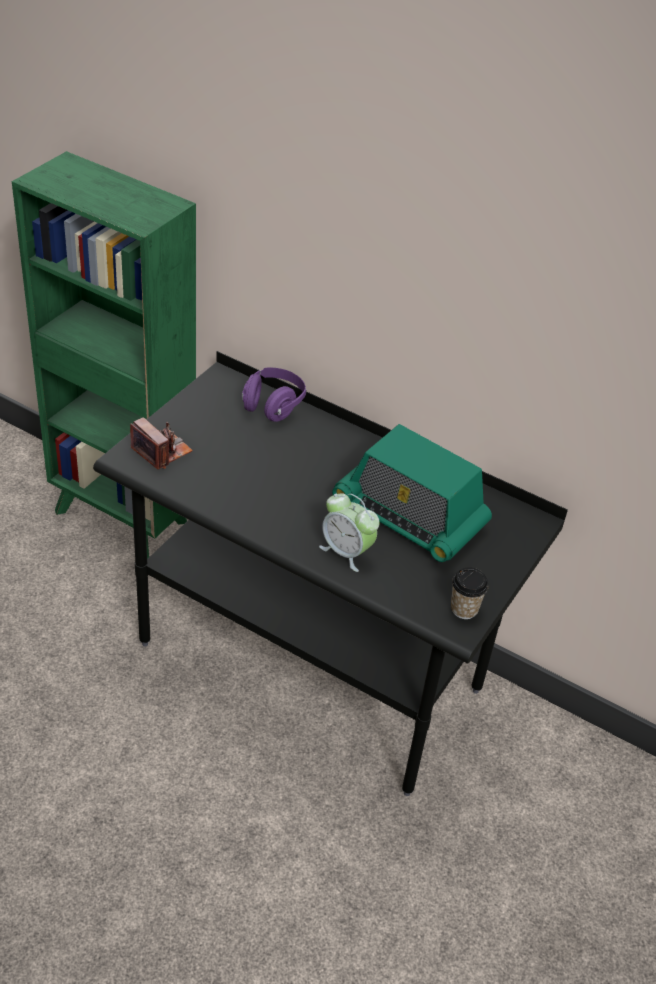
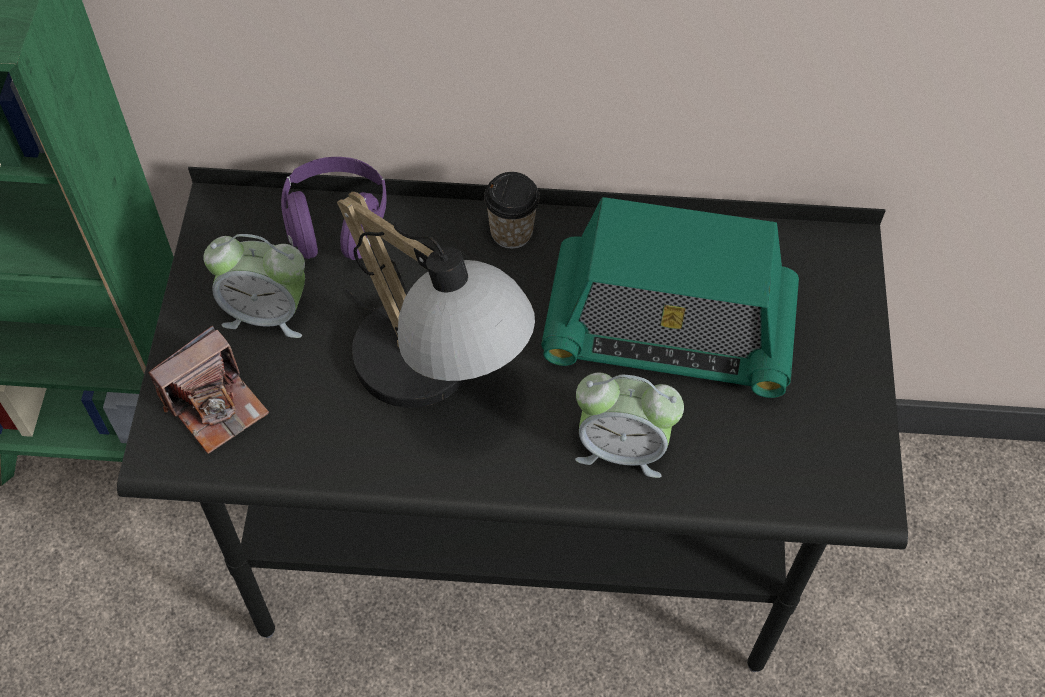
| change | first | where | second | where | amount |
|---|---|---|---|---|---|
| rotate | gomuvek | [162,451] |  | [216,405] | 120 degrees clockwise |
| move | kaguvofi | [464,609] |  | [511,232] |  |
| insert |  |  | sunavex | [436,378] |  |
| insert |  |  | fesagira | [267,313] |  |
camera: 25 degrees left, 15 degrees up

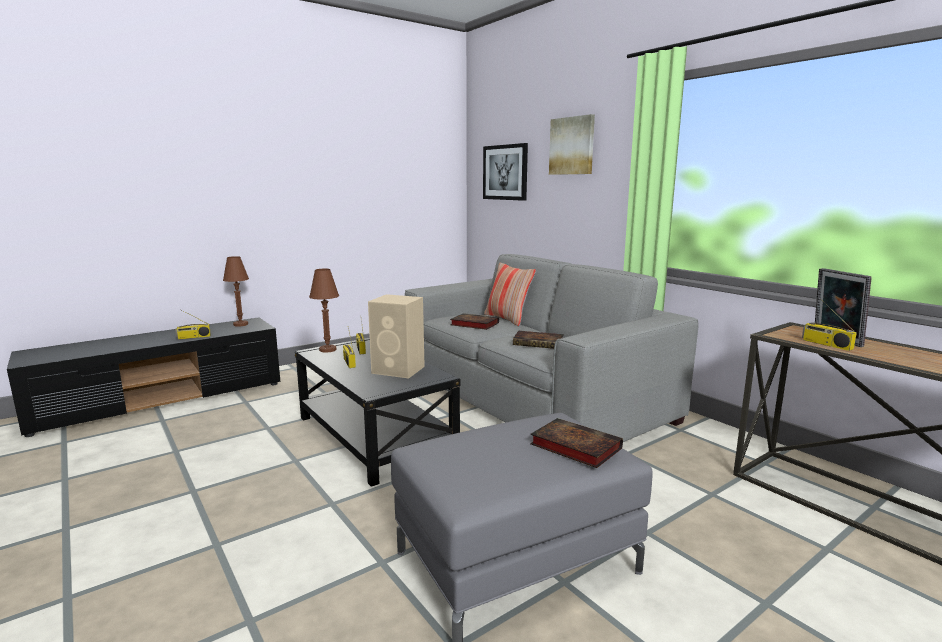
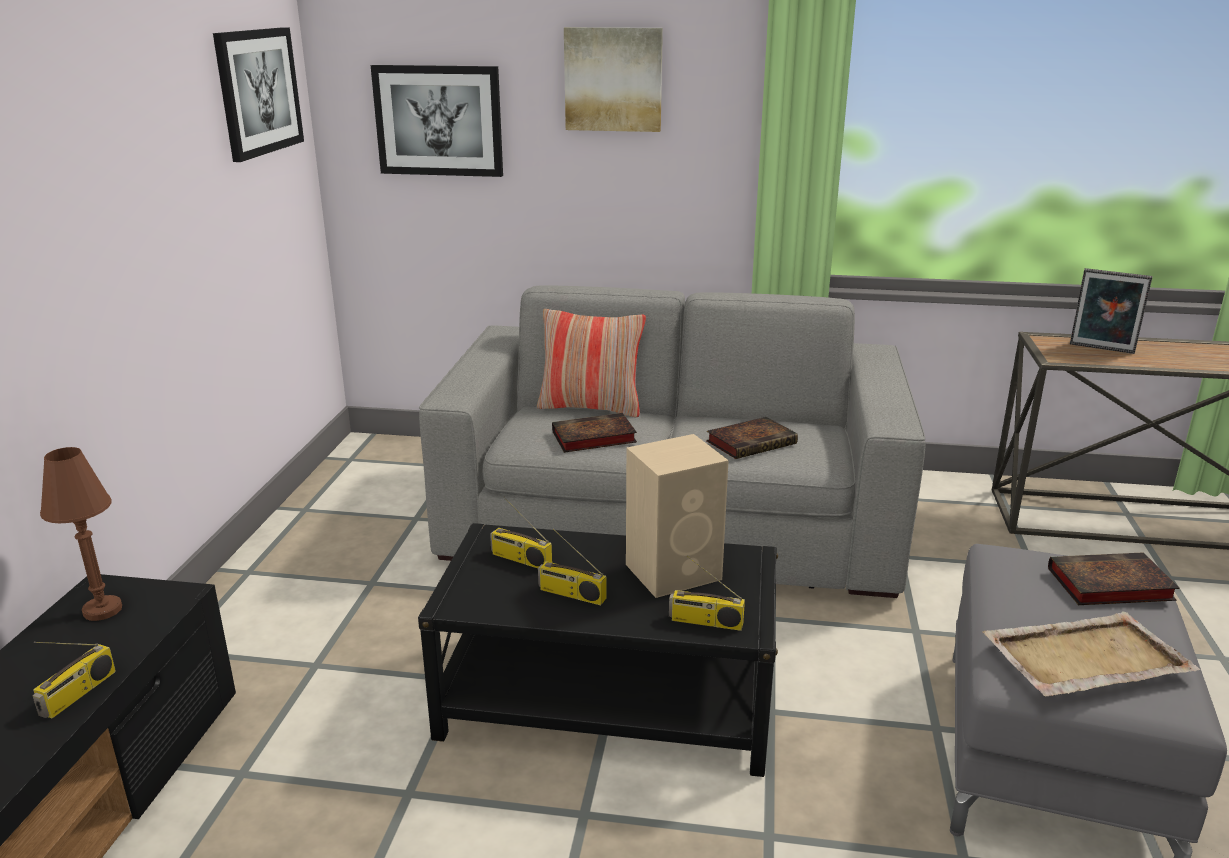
| change | first | where | second | where | amount |
|---|---|---|---|---|---|
| delete | brown_sunavex | [327,350] |  |  |  |
| move | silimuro | [826,344] |  | [705,622] |  |
| insert |  |  | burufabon | [258,92] |  |
| insert |  |  | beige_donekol | [1084,658] |  |
camera: 45 degrees left, 10 degrees up

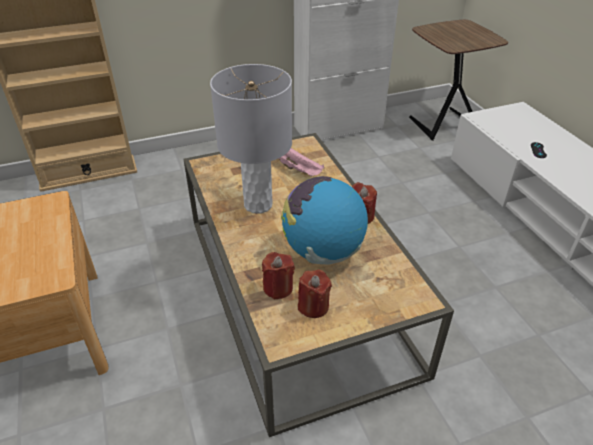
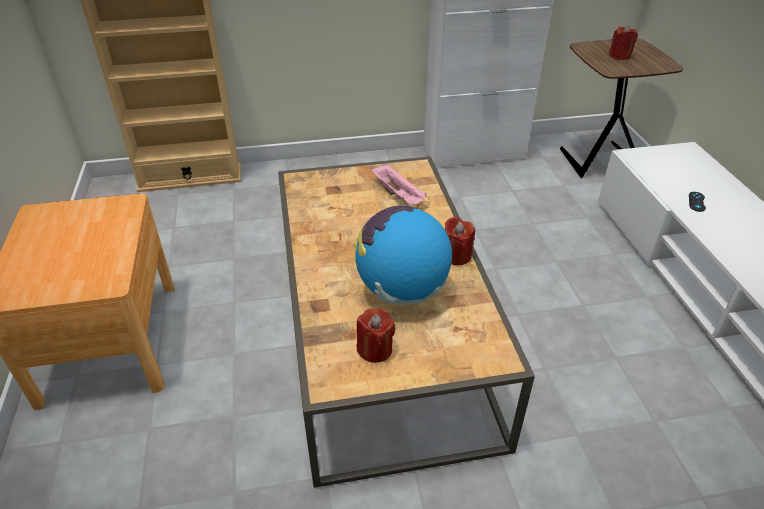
| change | first | where | second | where | amount |
|---|---|---|---|---|---|
| delete | grey_sunavex | [257,205] |  |  |  |
| move | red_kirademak | [278,288] |  | [619,56] |  |
camera: 10 degrees right, 0 degrees up

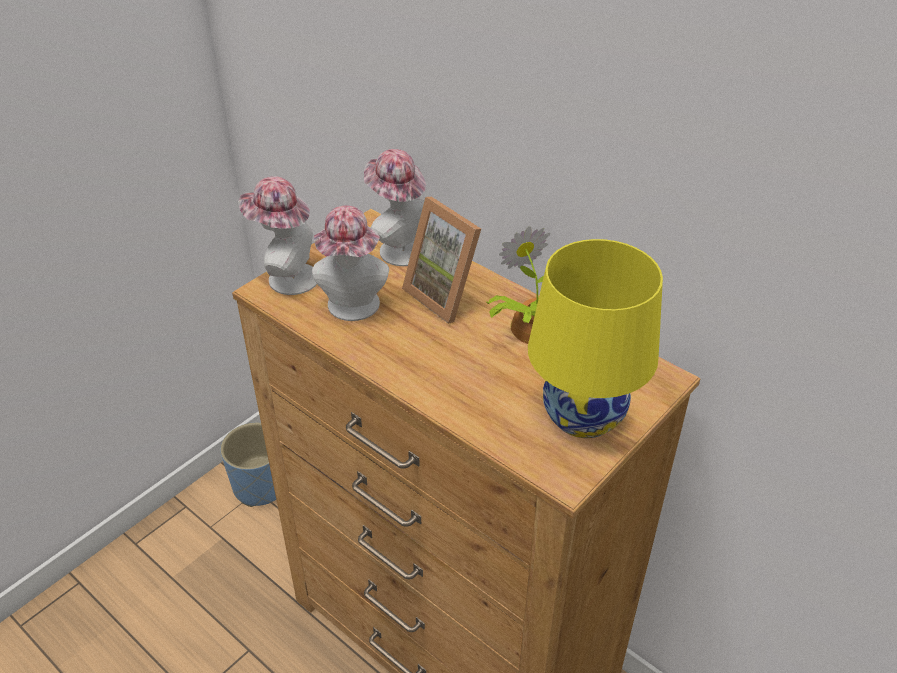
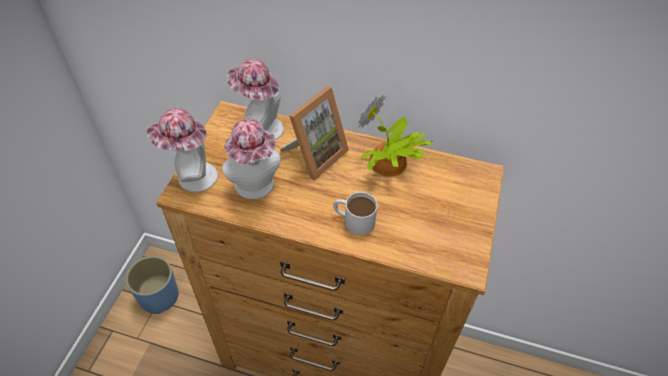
| change | first | where | second | where | amount |
|---|---|---|---|---|---|
| rotate | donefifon | [447,294] |  | [315,155] | 75 degrees counterclockwise |
| delete | yellow_sunavex | [583,414] |  |  |  |
| insert |  |  | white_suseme | [353,220] |  |
camera: 25 degrees left, 10 degrees up

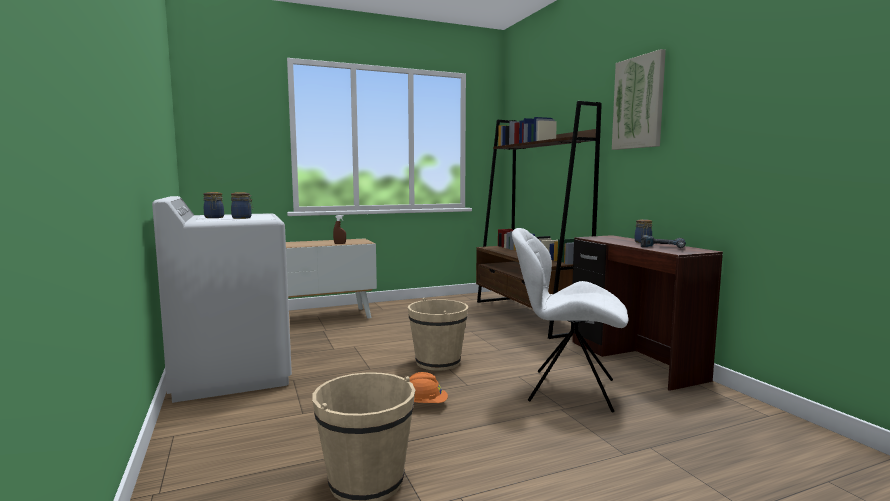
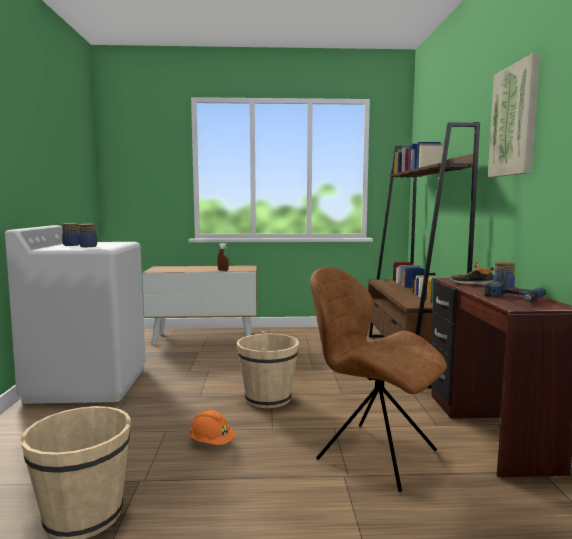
| change | first | where | second | where | amount |
|---|---|---|---|---|---|
| recolor | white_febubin | [567,389] | brown_febubin | [373,453] |  |
| insert |  |  | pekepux | [472,284] |  |
camera: 20 degrees right, 0 degrees up

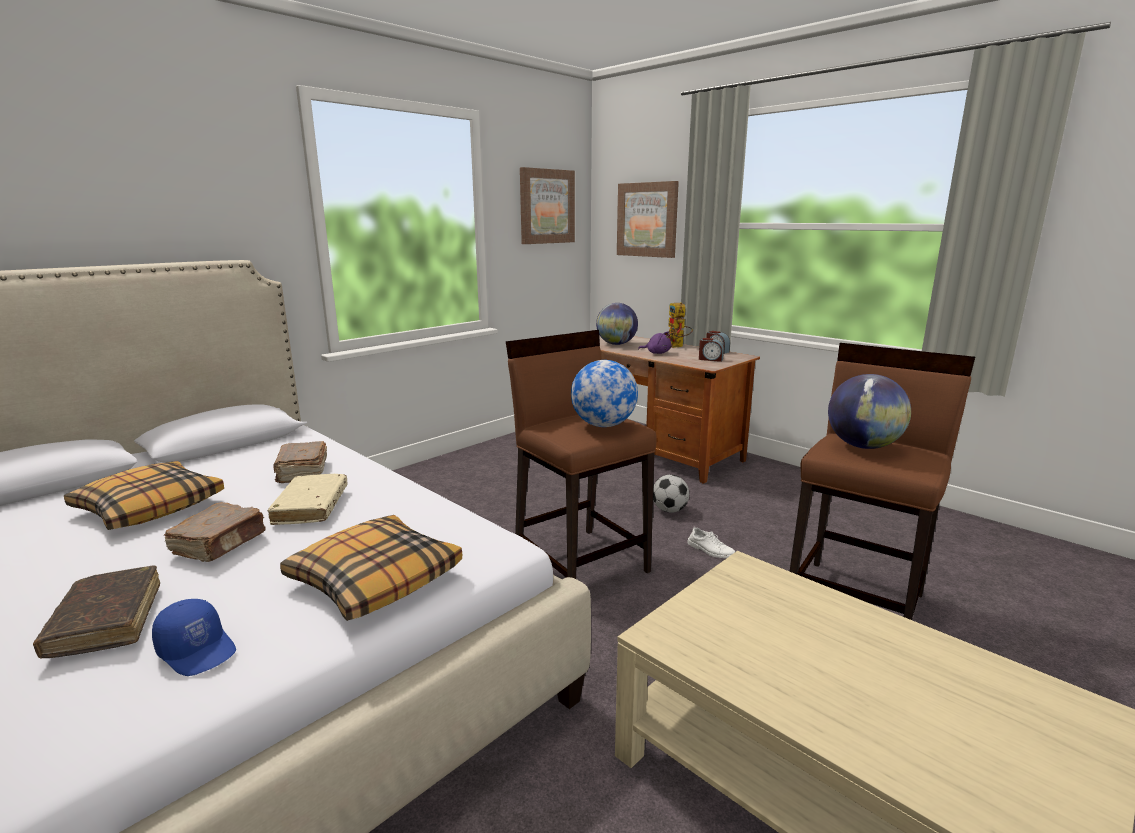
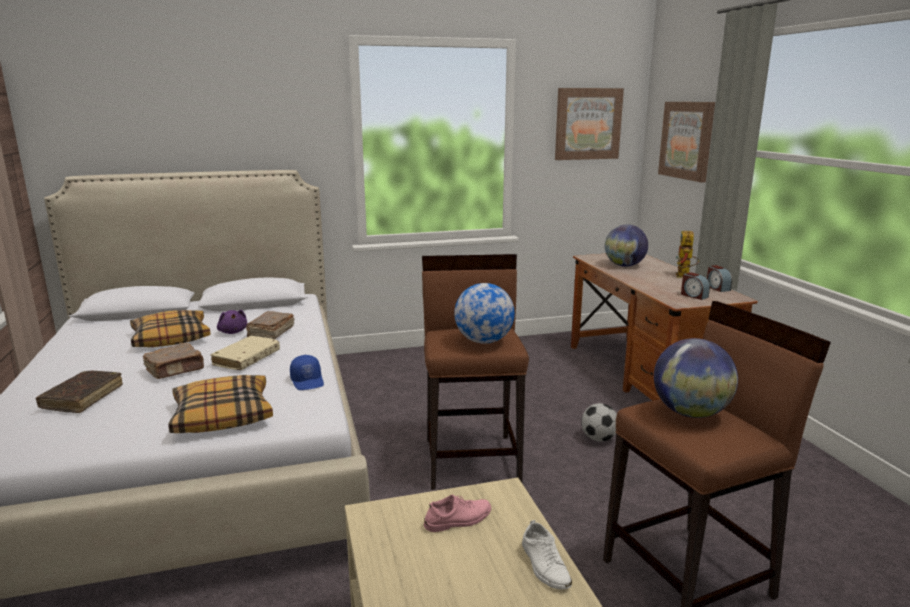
| change | first | where | second | where | amount |
|---|---|---|---|---|---|
| move | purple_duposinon | [657,353] |  | [233,332] |  |
| move | white_pekepux | [710,550] |  | [545,565] |  |
| move | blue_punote | [198,650] |  | [308,381] |  |
| insert |  |  | pink_pekepux | [458,520] |  |
camera: 30 degrees right, 0 degrees up

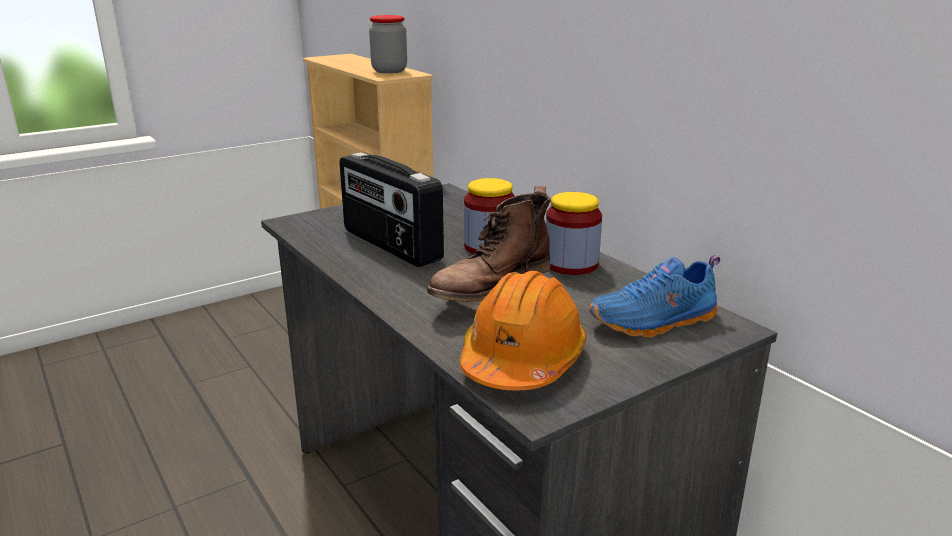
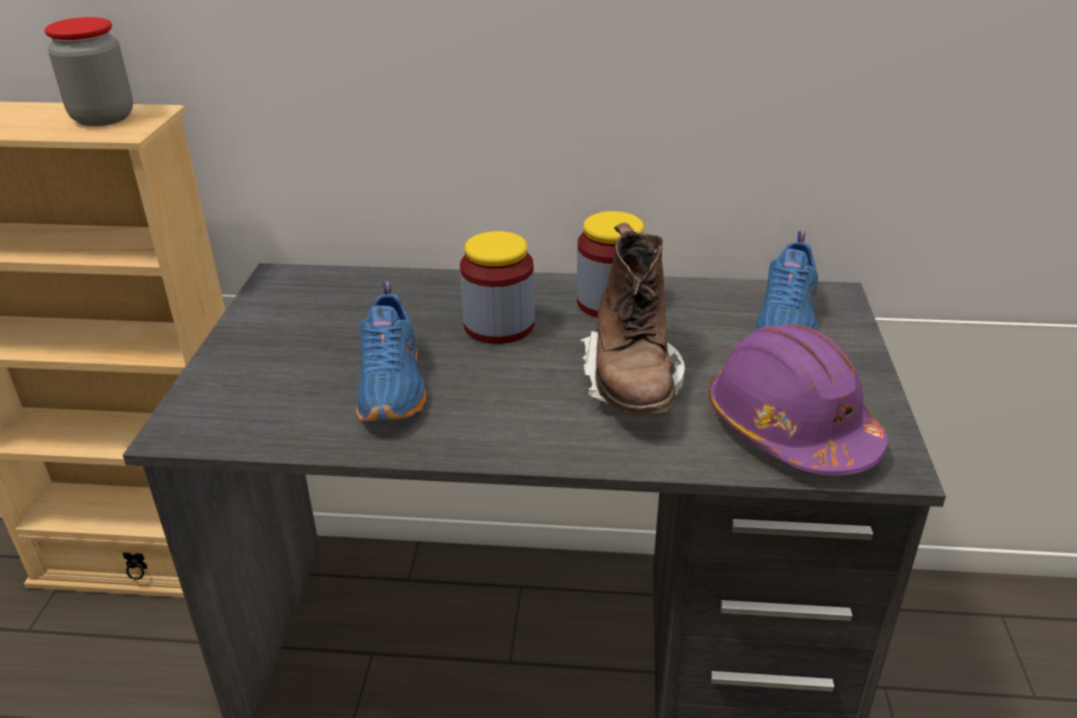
| change | first | where | second | where | amount |
|---|---|---|---|---|---|
| replace | silimuro | [390,245] | blue_pekepux | [393,386] |  |
| recolor | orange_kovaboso | [522,360] | purple_kovaboso | [789,429] |  |
camera: 50 degrees left, 10 degrees up

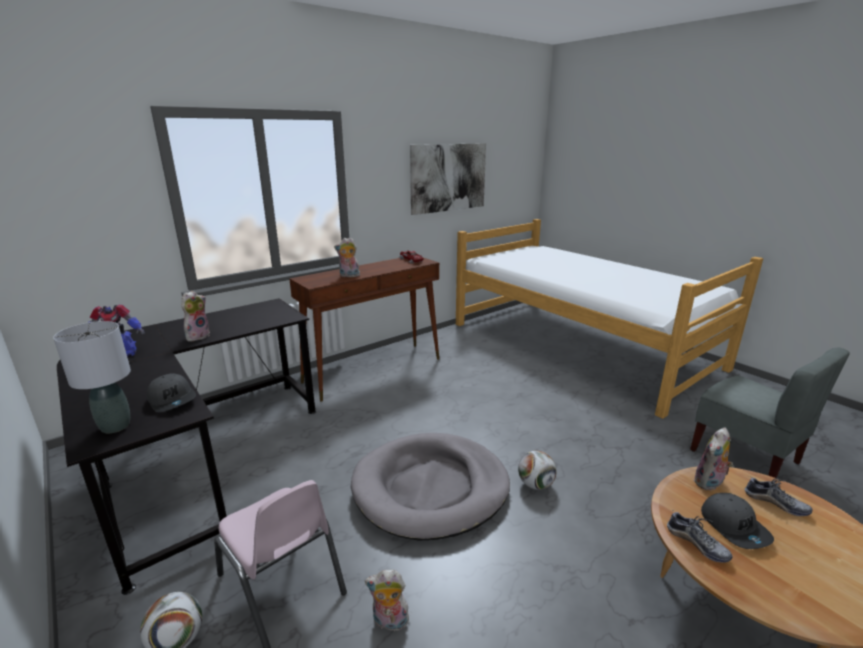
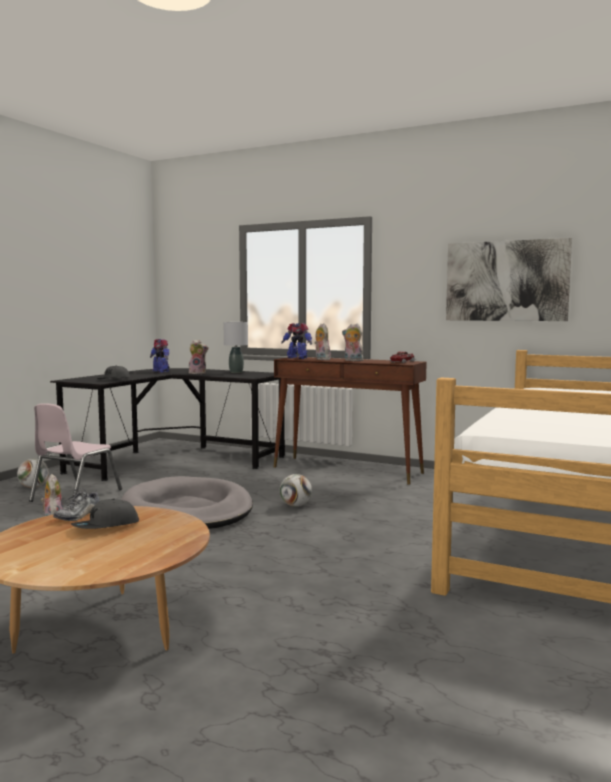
| change | first | where | second | where | amount |
|---|---|---|---|---|---|
| move | grey_sunavex | [115,426] |  | [236,372] |  |
| delete | grey_febubin | [745,456] |  |  |  |
| move | duposinon | [709,483] |  | [352,361] |  |
| move | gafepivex | [535,484] |  | [296,506] |  |
| delete | pekepux | [775,503] |  |  |  |
| insert |  |  | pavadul | [297,358] |  |
camera: 65 degrees right, 15 degrees down

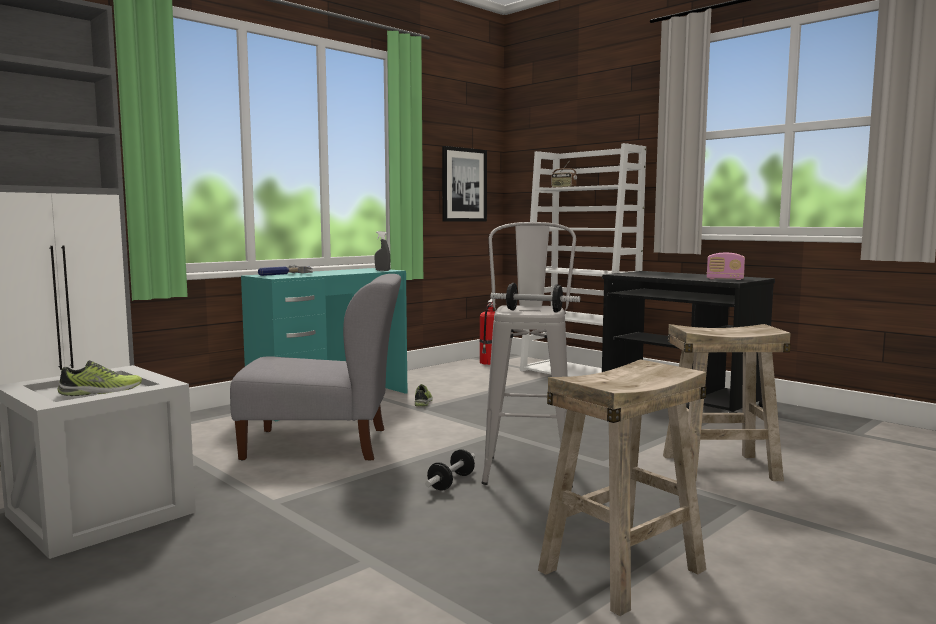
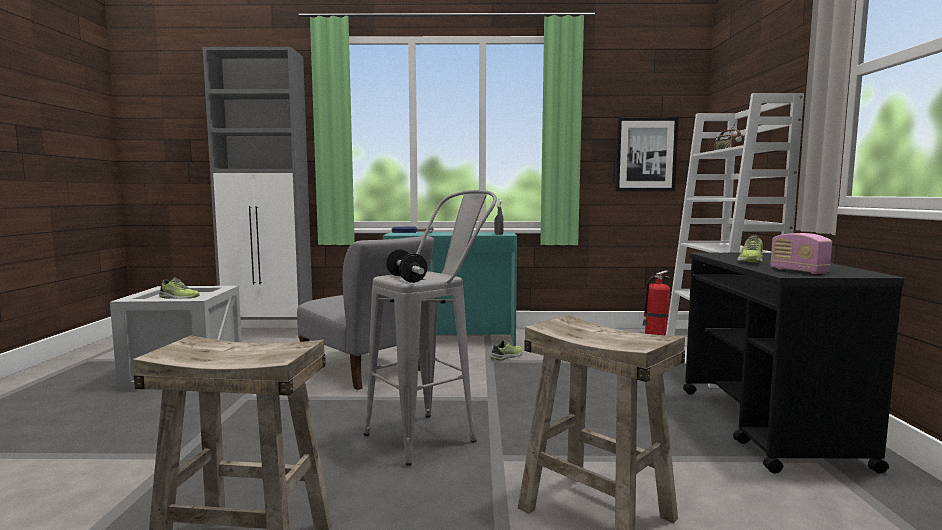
| change | first | where | second | where | amount |
|---|---|---|---|---|---|
| delete | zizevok | [451,482] |  |  |  |
| insert |  |  | pekepux | [750,261] |  |
camera: 45 degrees right, 0 degrees up

